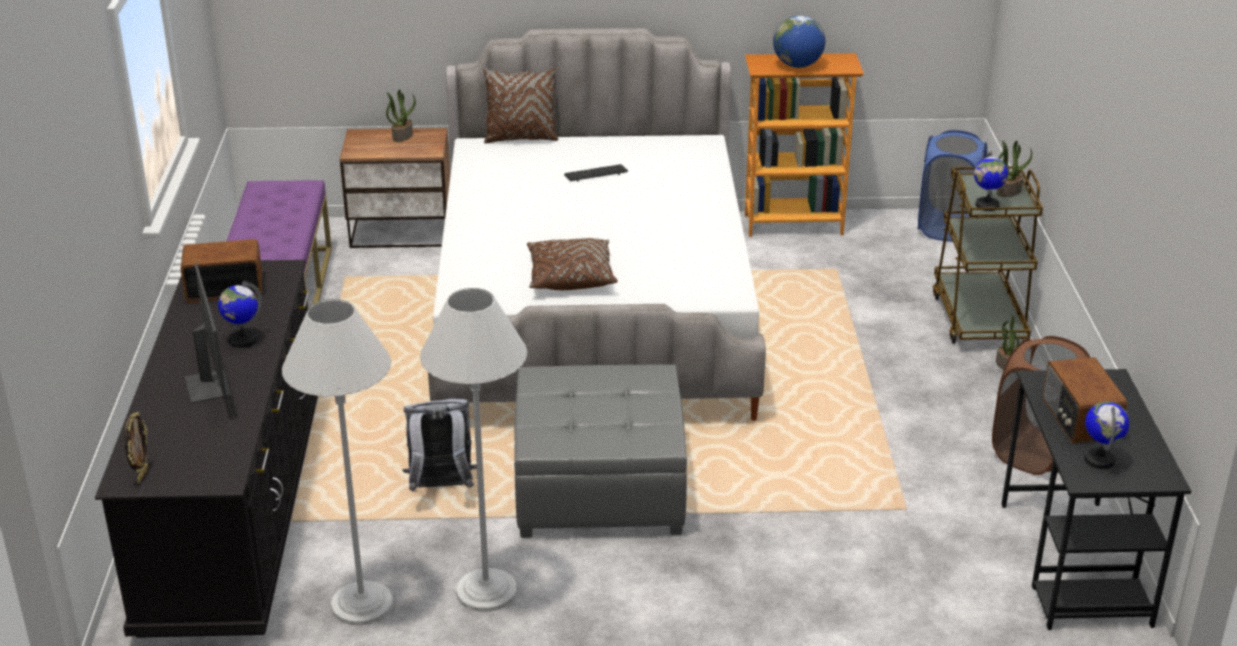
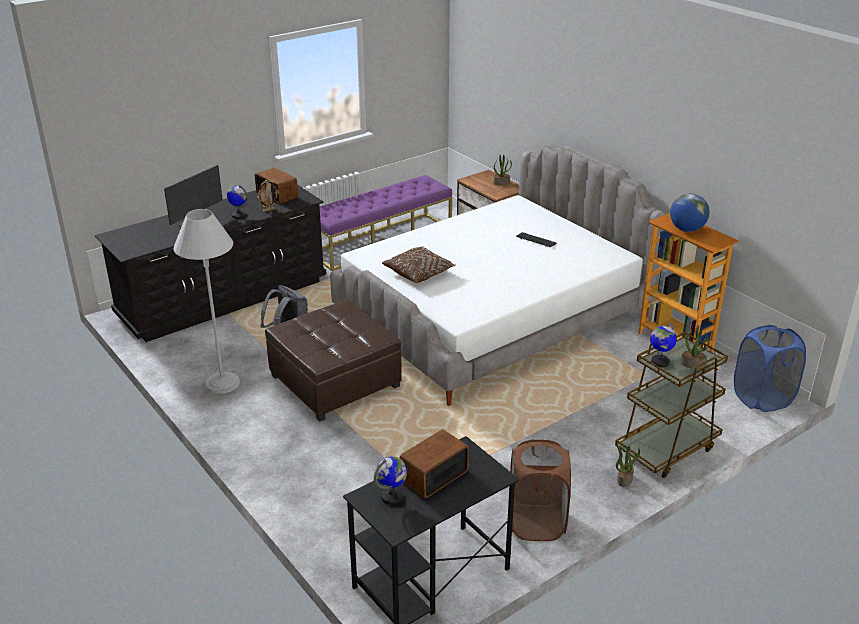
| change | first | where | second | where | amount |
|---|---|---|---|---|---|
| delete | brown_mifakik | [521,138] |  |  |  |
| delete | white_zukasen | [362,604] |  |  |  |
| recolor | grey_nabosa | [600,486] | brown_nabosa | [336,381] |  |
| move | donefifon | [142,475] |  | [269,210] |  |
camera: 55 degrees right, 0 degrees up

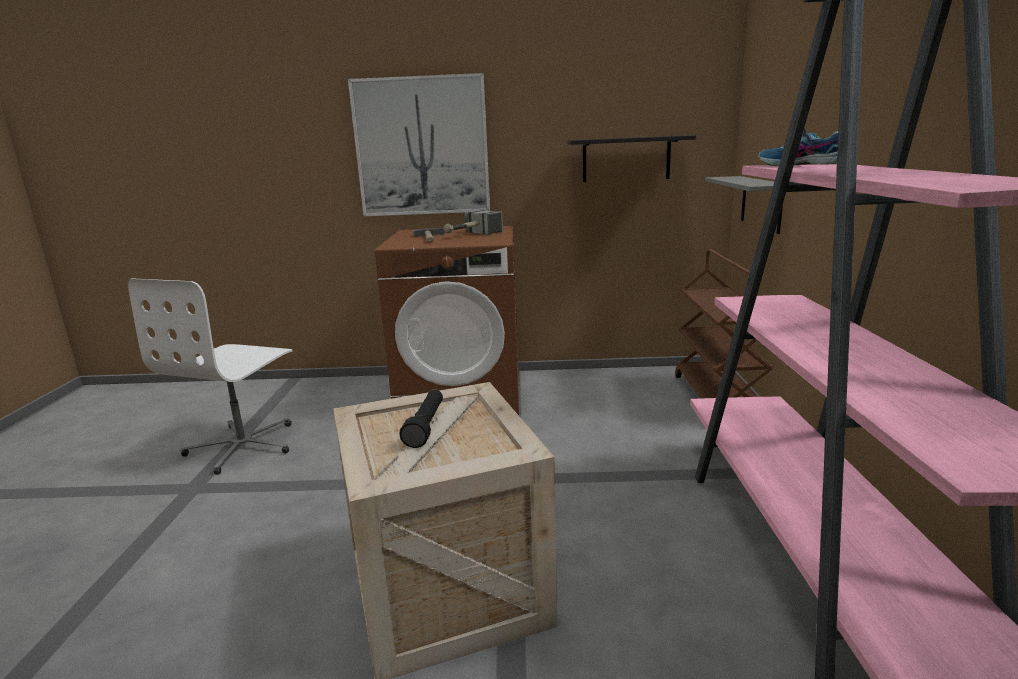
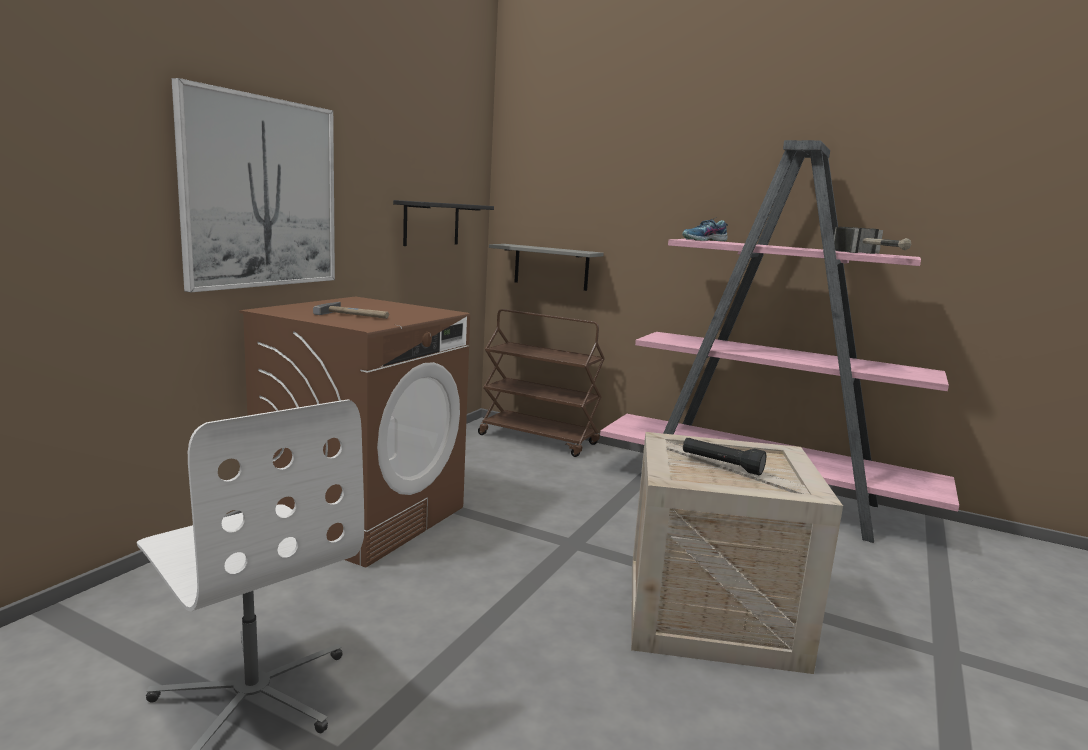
| change | first | where | second | where | amount |
|---|---|---|---|---|---|
| move | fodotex | [471,235] |  | [872,254] |  |
camera: 65 degrees left, 5 degrees down

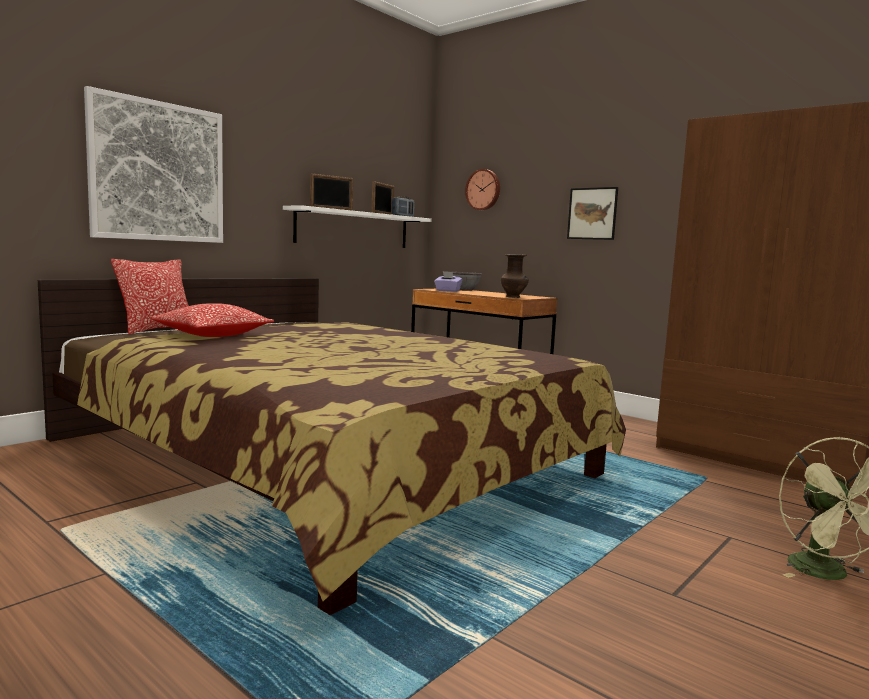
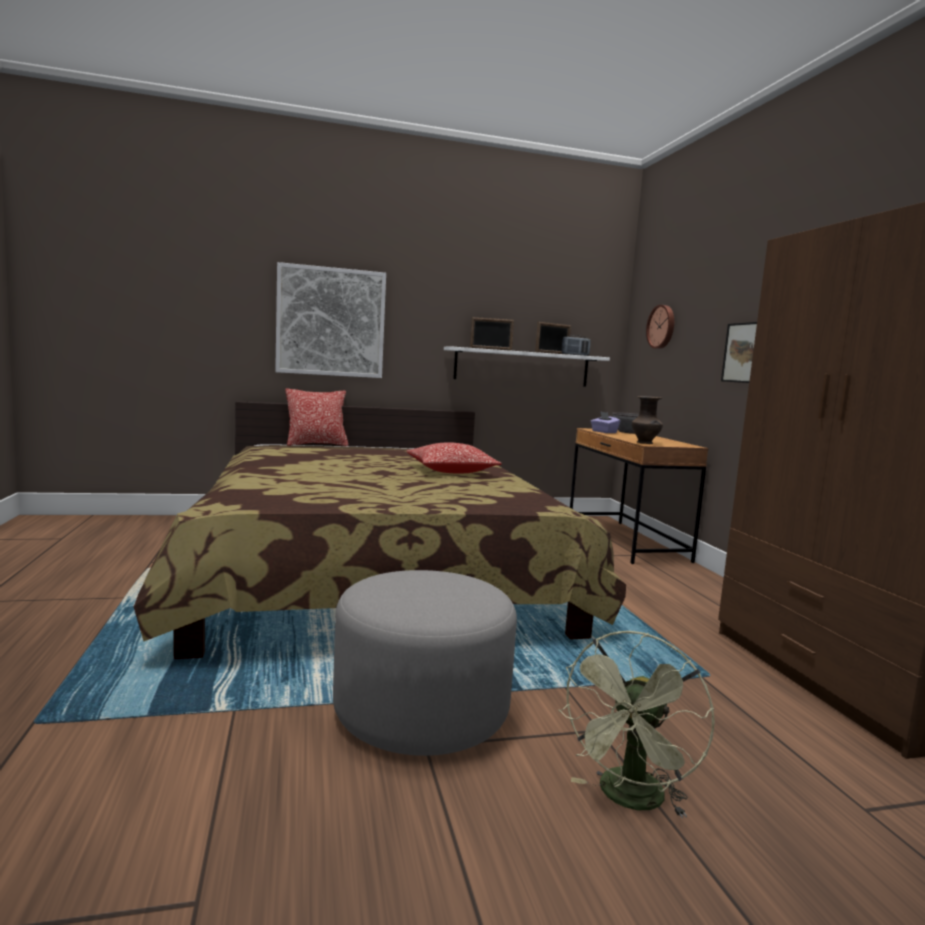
| change | first | where | second | where | amount |
|---|---|---|---|---|---|
| move | mifakik | [212,335] |  | [451,471] |  |
| insert |  |  | grey_nabosa | [421,710] |  |
camera: 35 degrees right, 0 degrees up

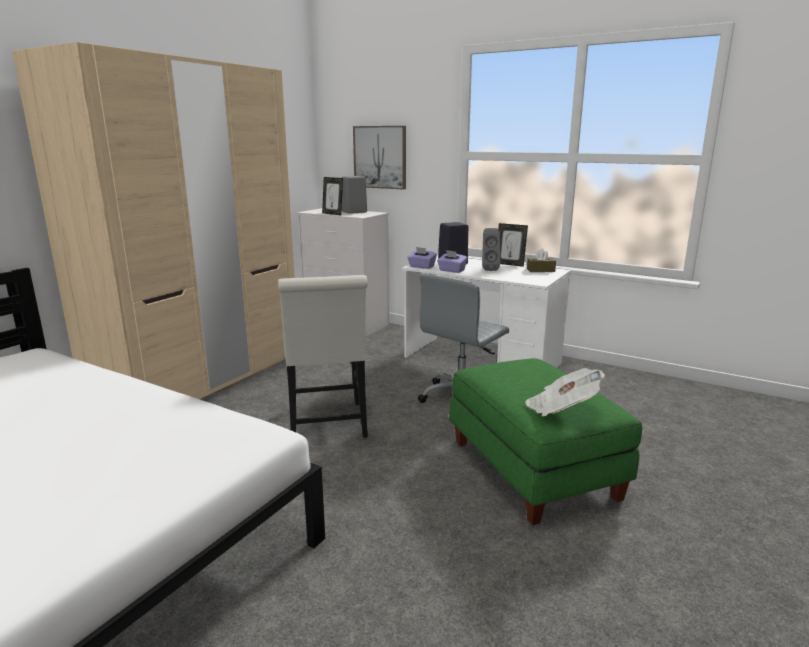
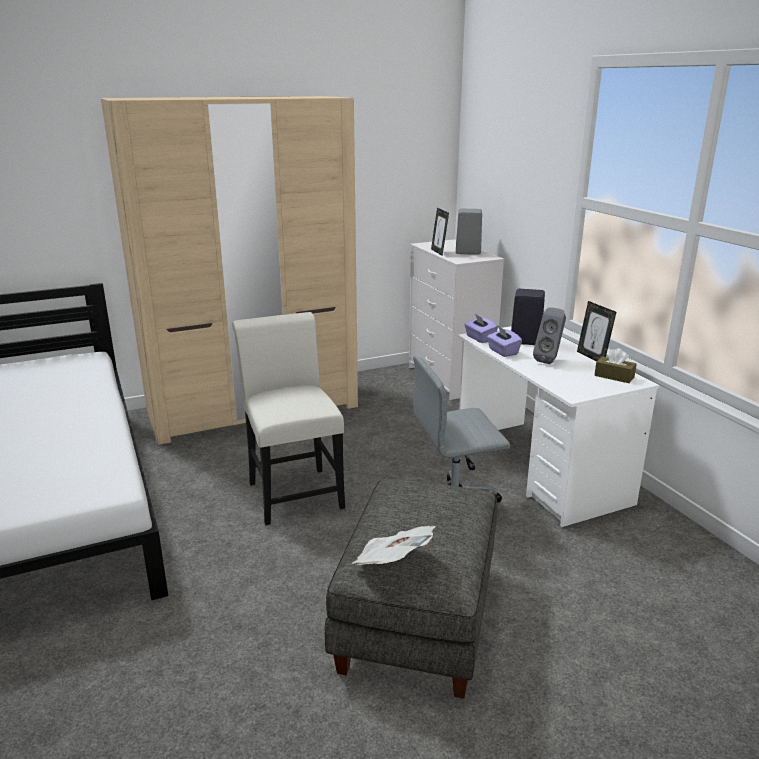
| change | first | where | second | where | amount |
|---|---|---|---|---|---|
| delete | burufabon | [380,157] |  |  |  |
| rotate | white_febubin | [327,426] |  | [293,491] | 135 degrees clockwise |
| recolor | green_nabosa | [534,469] | grey_nabosa | [419,619] |  |
camera: 35 degrees right, 5 degrees up

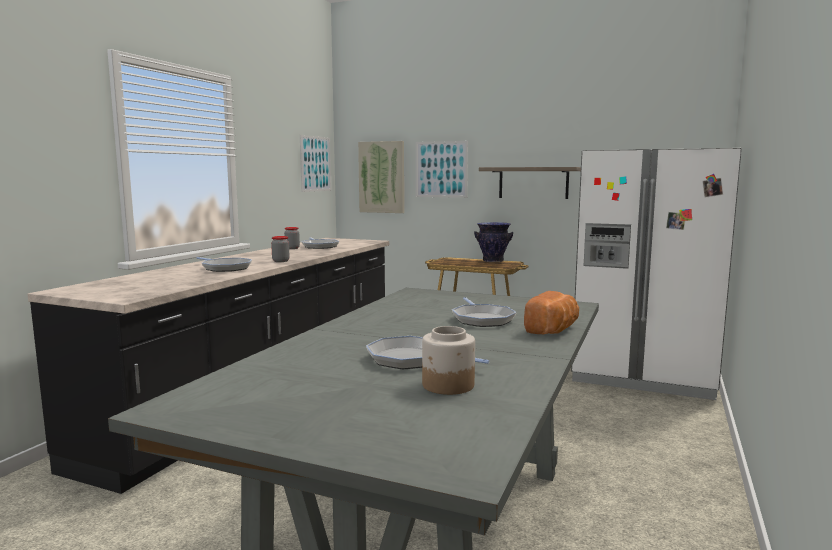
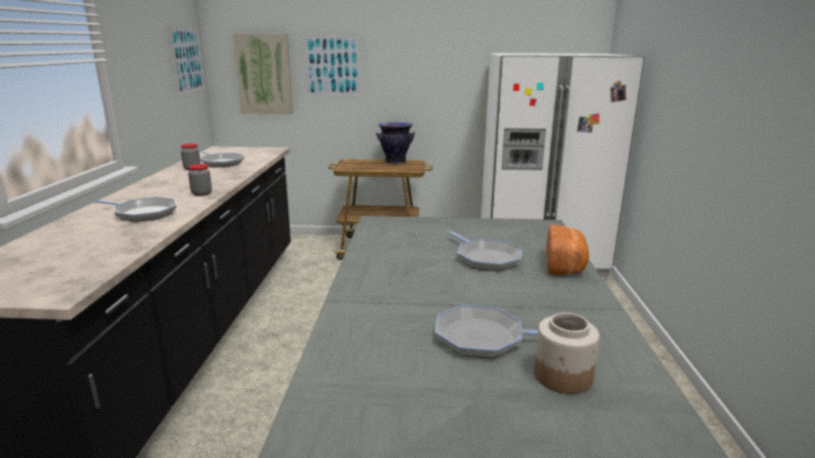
| change | first | where | second | where | amount |
|---|---|---|---|---|---|
| delete | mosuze | [533,183] |  |  |  |
camera: 20 degrees left, 10 degrees up

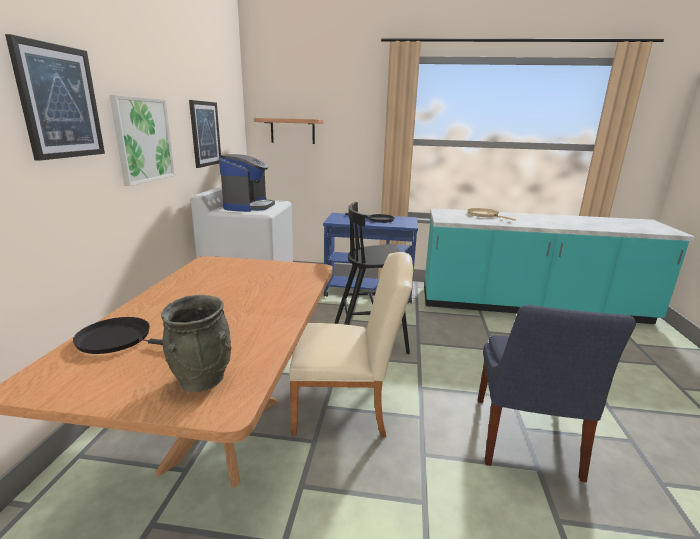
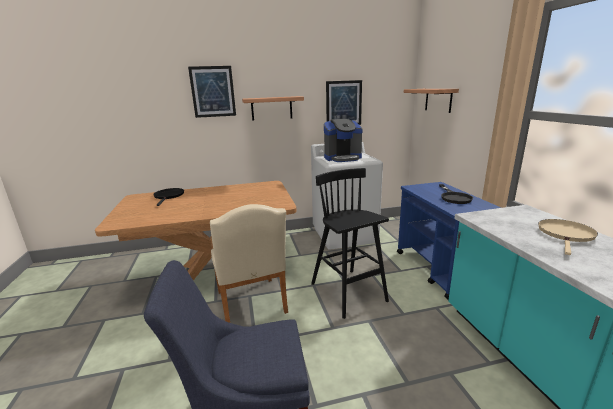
| change | first | where | second | where | amount |
|---|---|---|---|---|---|
| replace | burufabon | [143,140] | mosuze | [271,108] |  |
| delete | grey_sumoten | [201,379] |  |  |  |
camera: 70 degrees right, 0 degrees up

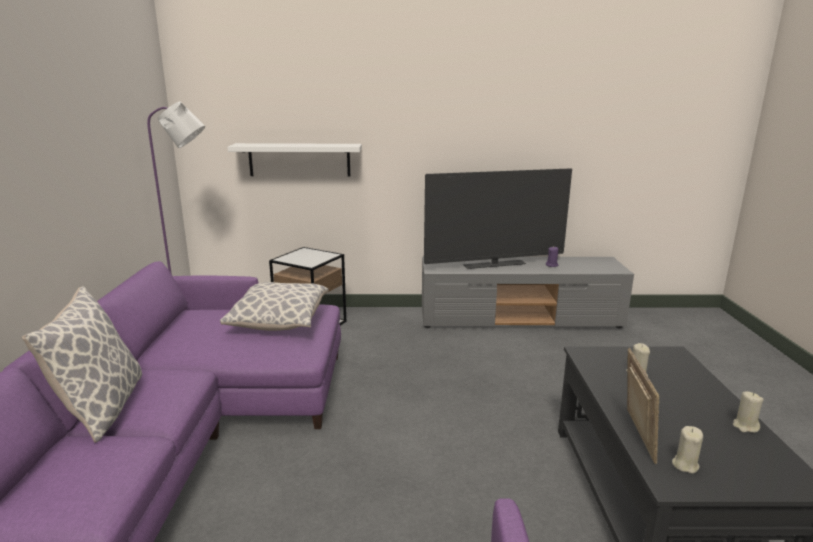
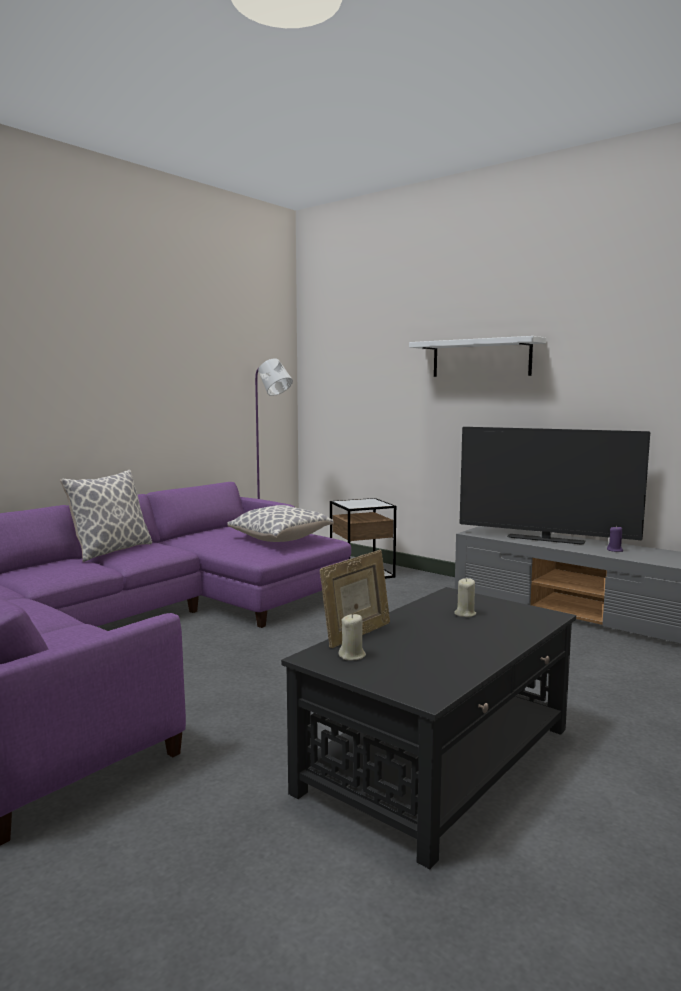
| change | first | where | second | where | amount |
|---|---|---|---|---|---|
| move | white_mosuze | [299,160] |  | [481,358] |  |
| delete | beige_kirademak | [745,426] |  |  |  |
camera: 40 degrees right, 10 degrees down

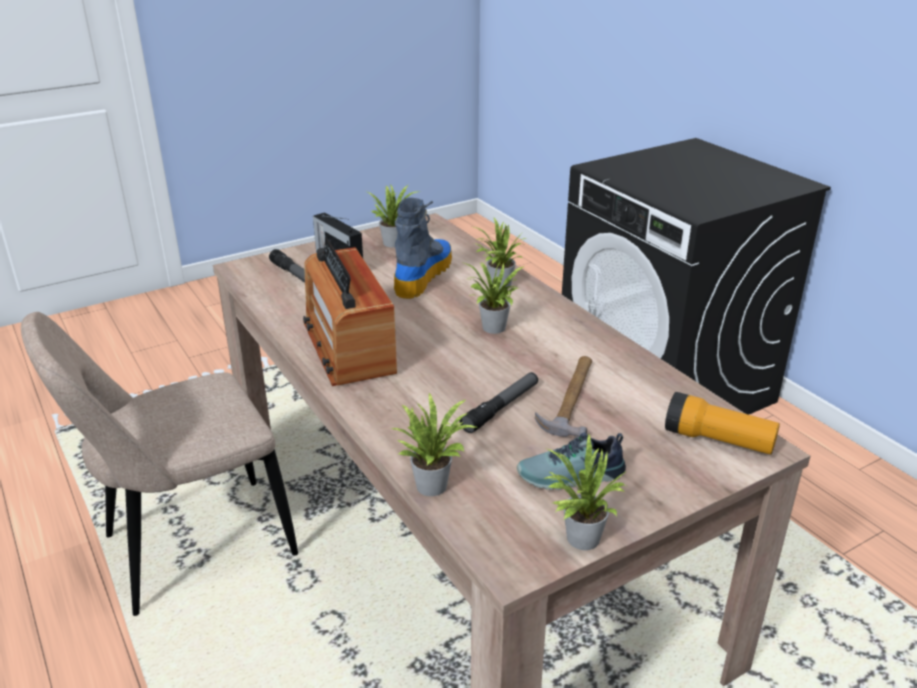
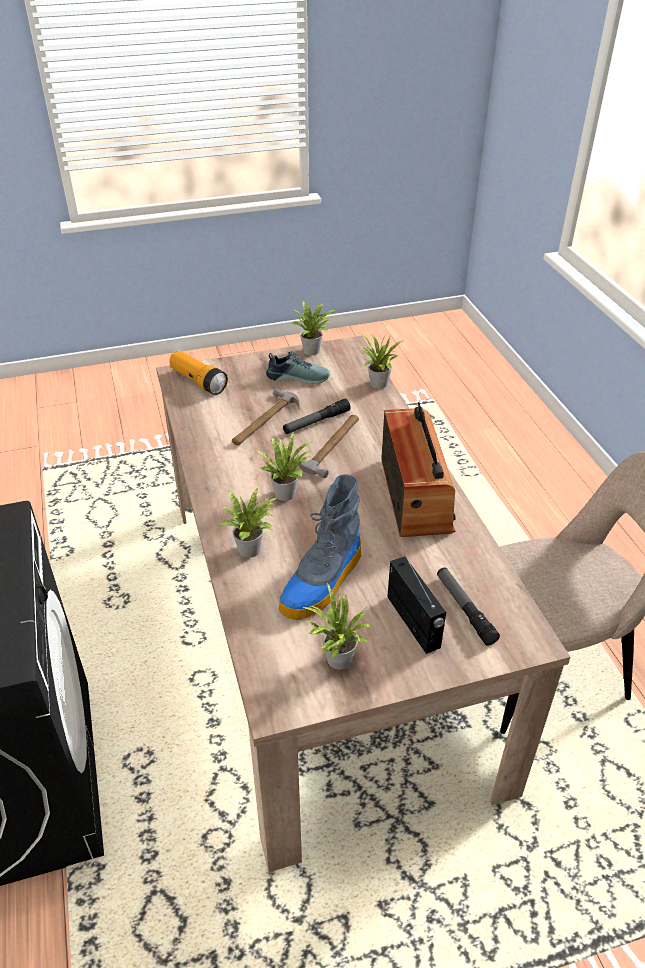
| change | first | where | second | where | amount |
|---|---|---|---|---|---|
| insert |  |  | fodotex | [331,446] |  |
camera: 165 degrees left, 10 degrees up

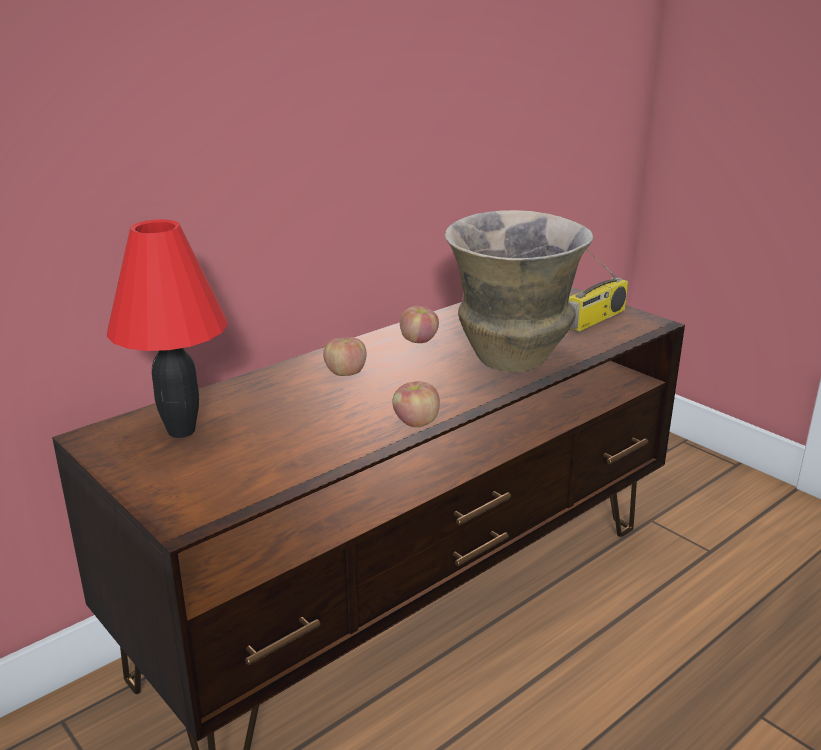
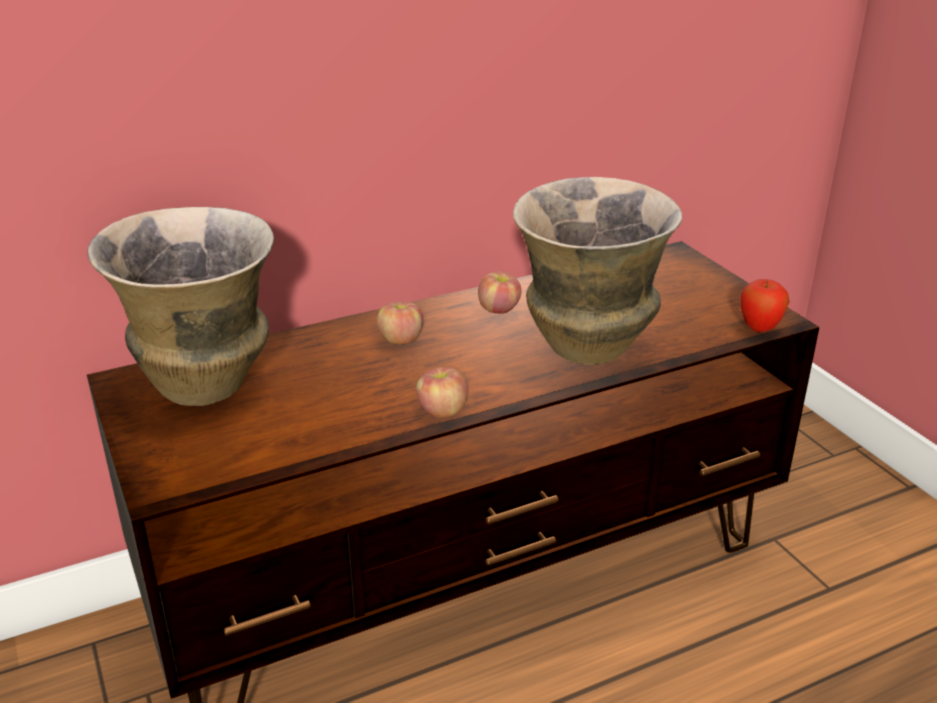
| change | first | where | second | where | amount |
|---|---|---|---|---|---|
| replace | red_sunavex | [183,431] | sumoten | [207,386] |  |
| delete | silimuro | [596,319] |  |  |  |
| insert |  |  | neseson | [759,328] |  |
camera: 15 degrees right, 5 degrees up

